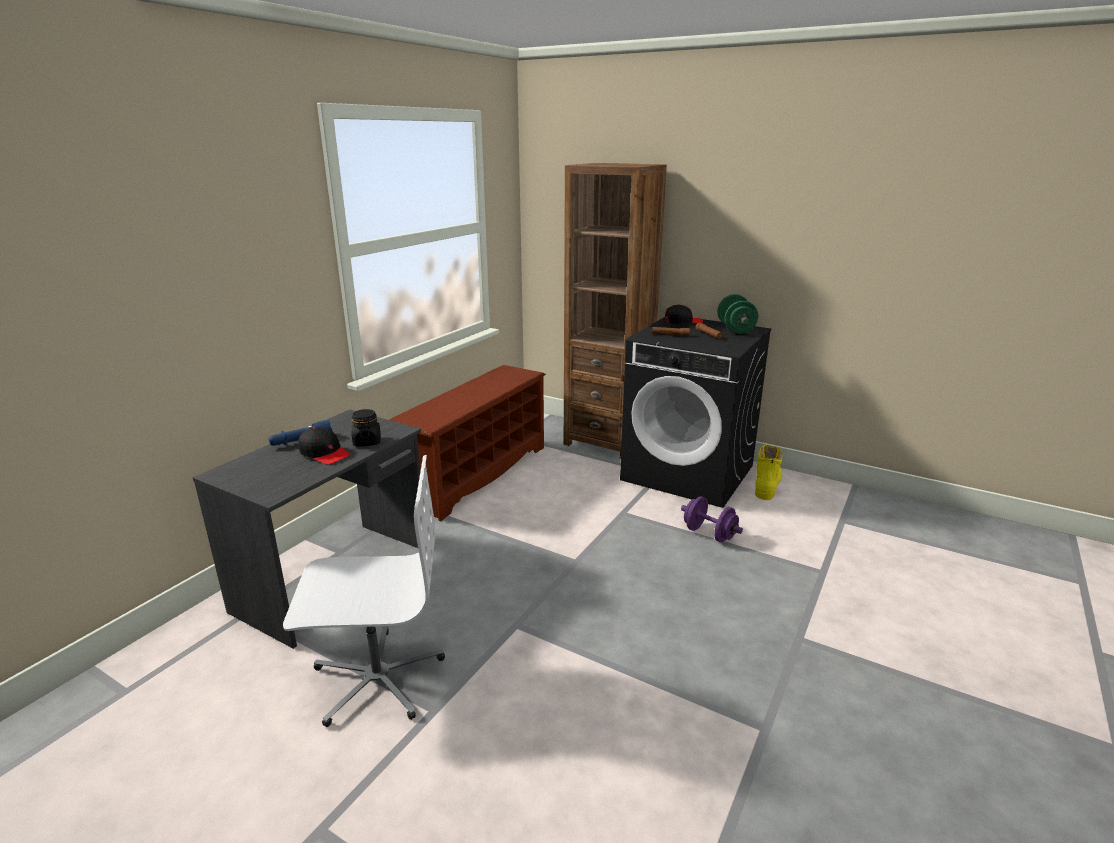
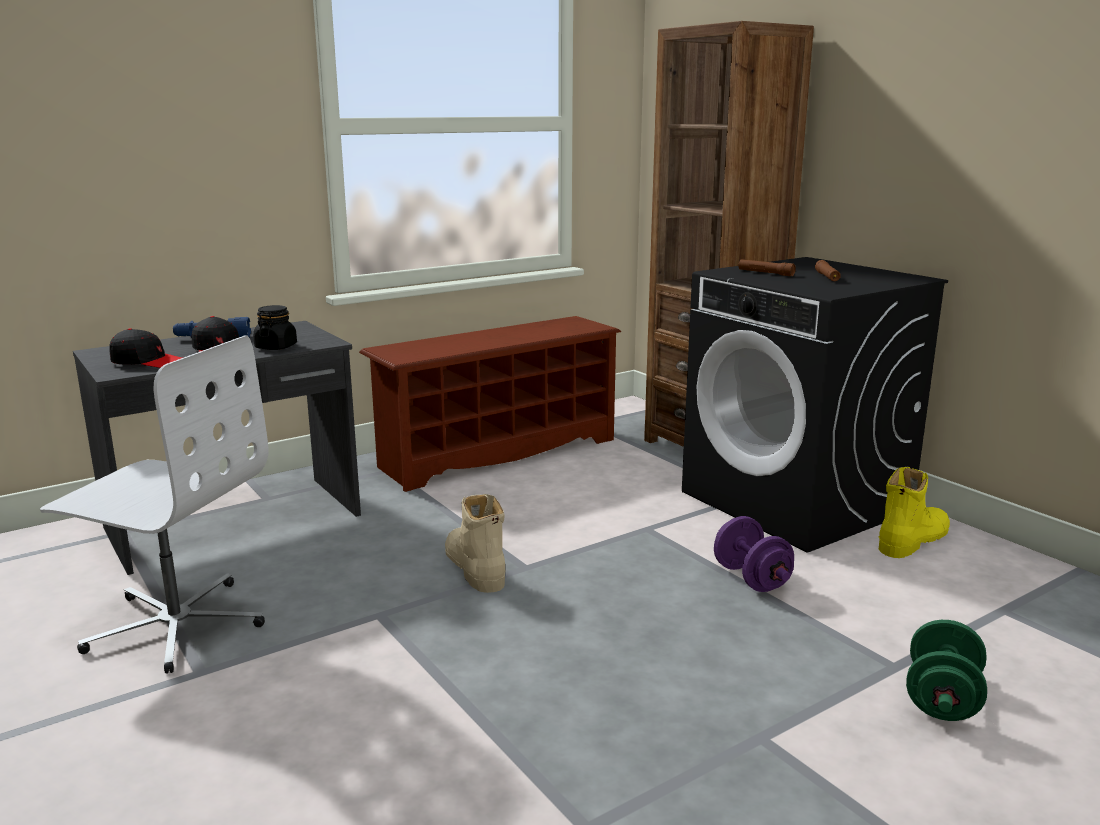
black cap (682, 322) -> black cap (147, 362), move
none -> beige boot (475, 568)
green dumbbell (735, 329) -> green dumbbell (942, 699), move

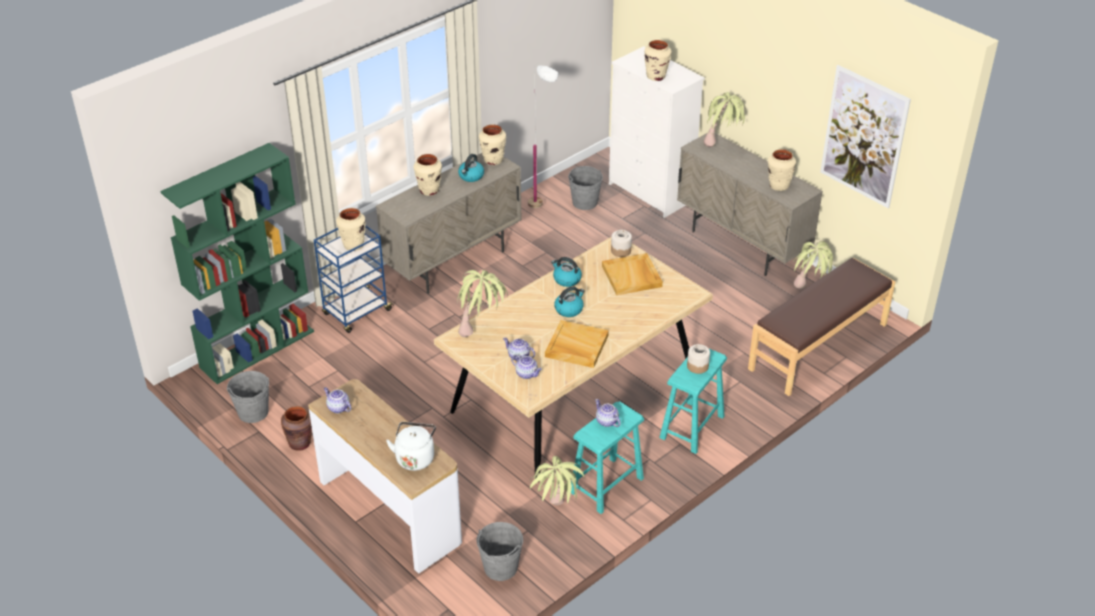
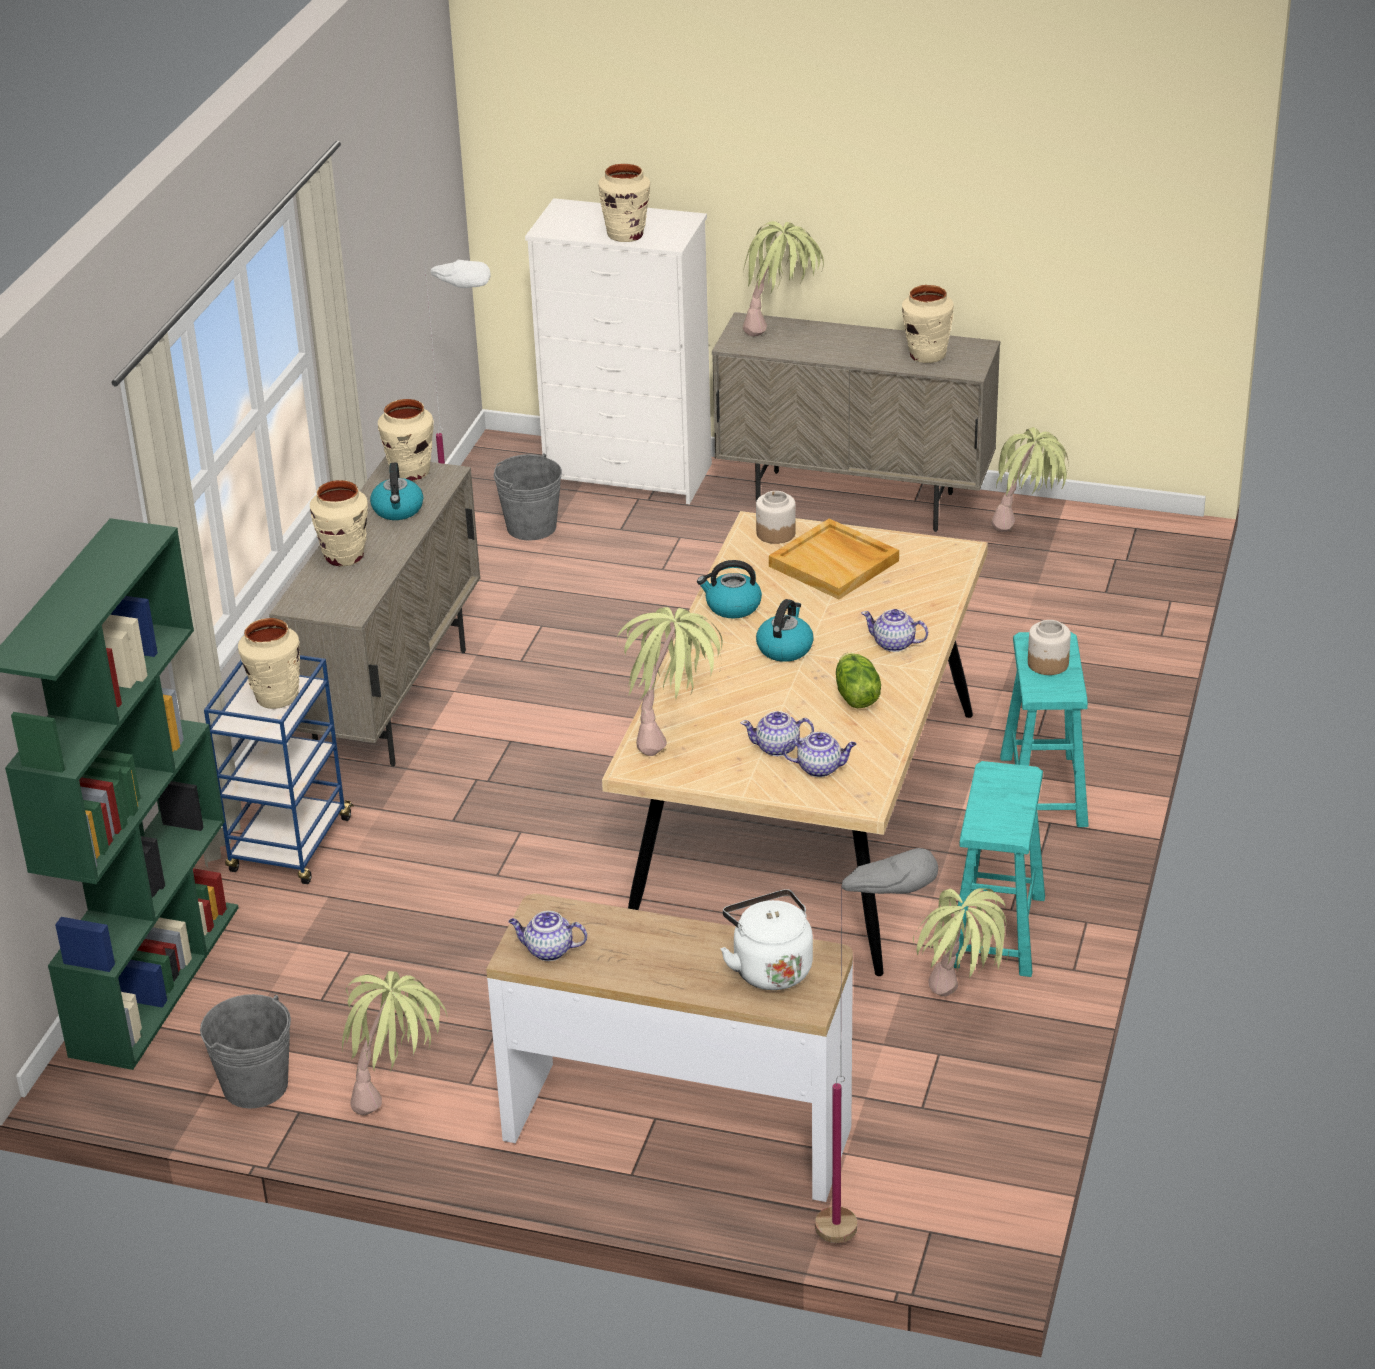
brown vase (300, 443) -> potted plant (399, 1096)
none -> grey floor lamp (871, 1228)
beige tray (576, 346) -> lettuce (855, 697)
teapot (607, 421) -> teapot (894, 644), move
grey bucket (500, 567) -> none
brown bench (819, 347) -> none
picture (864, 137) -> none

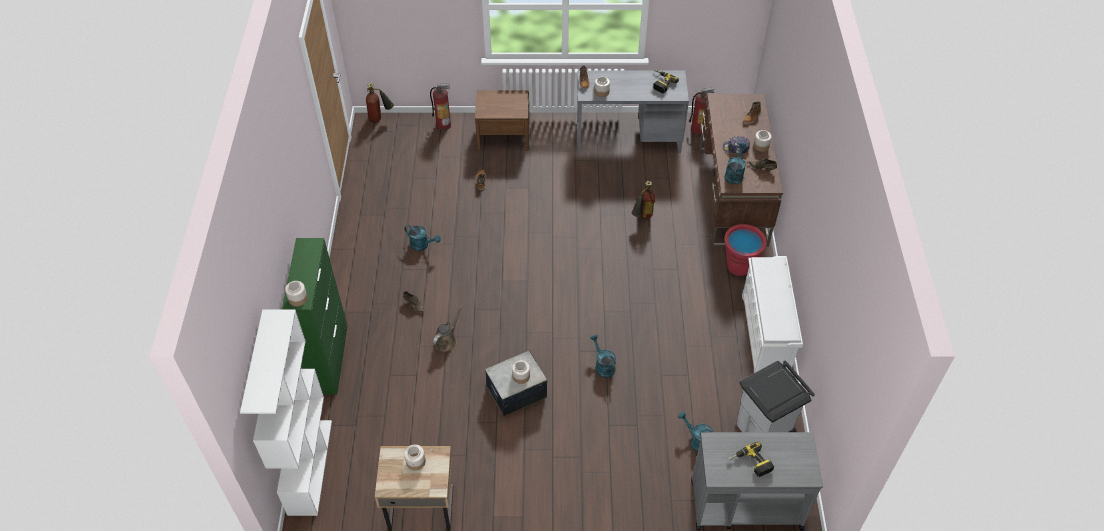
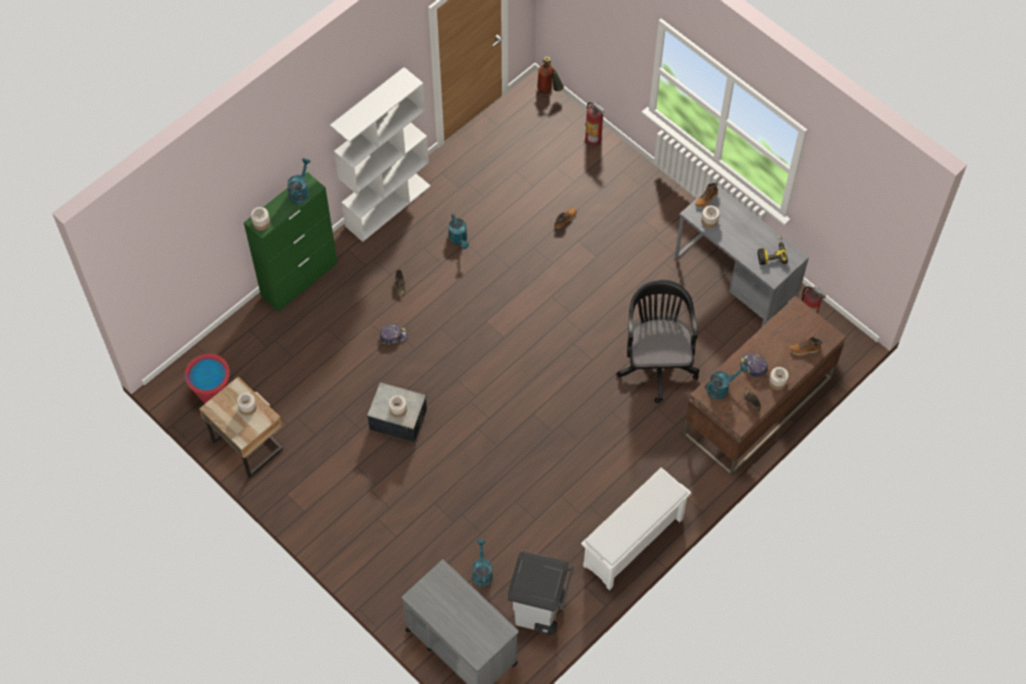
red bucket (739, 266) -> red bucket (213, 394), move
turquoise watering can (603, 366) -> turquoise watering can (300, 191), move
white bookcase (309, 466) -> white bookcase (388, 205), move
brown watering can (447, 340) -> cap (393, 336)
fire extinguisher (642, 218) -> black office chair (656, 362)
brown nightstand (503, 136) -> none
power drill (750, 464) -> none

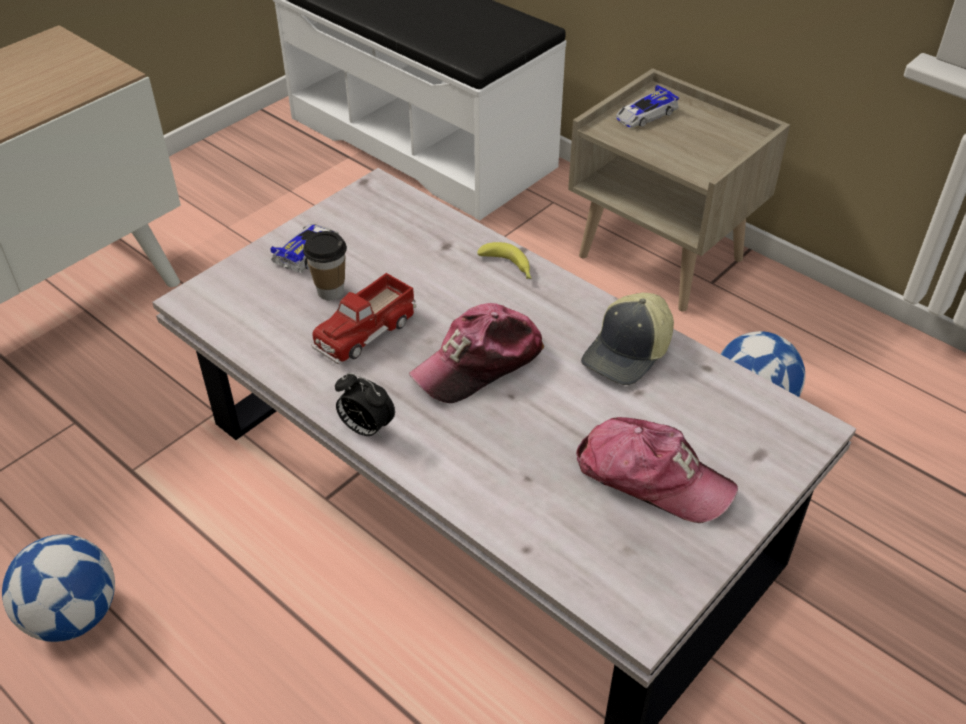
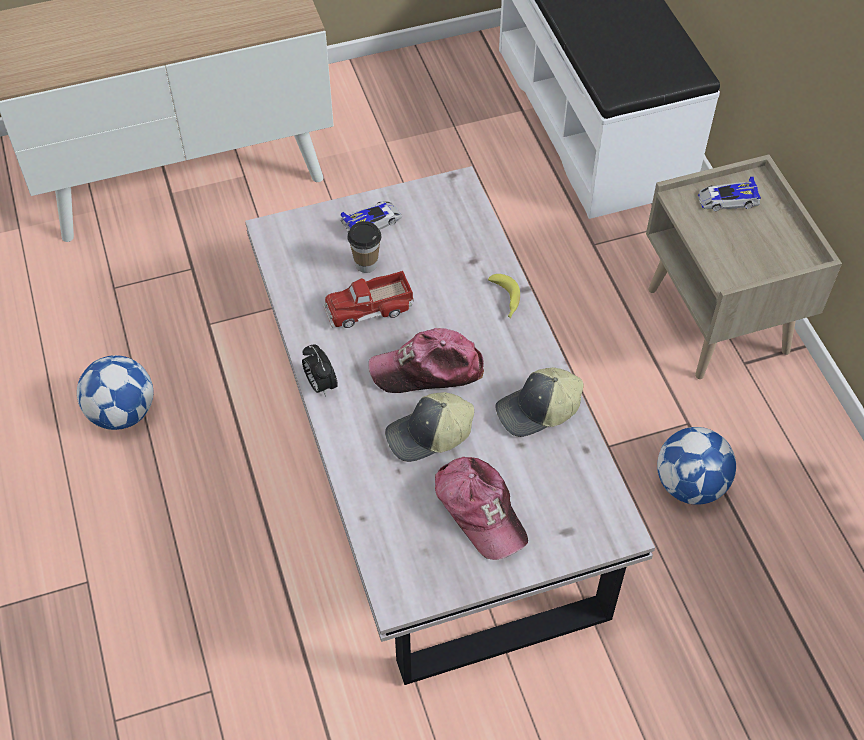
none -> cap (429, 436)

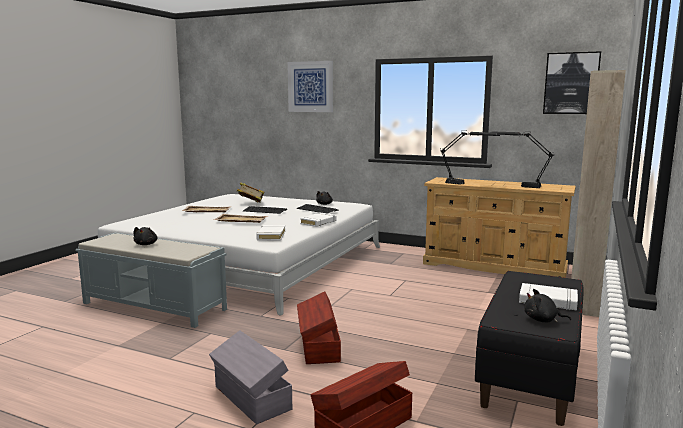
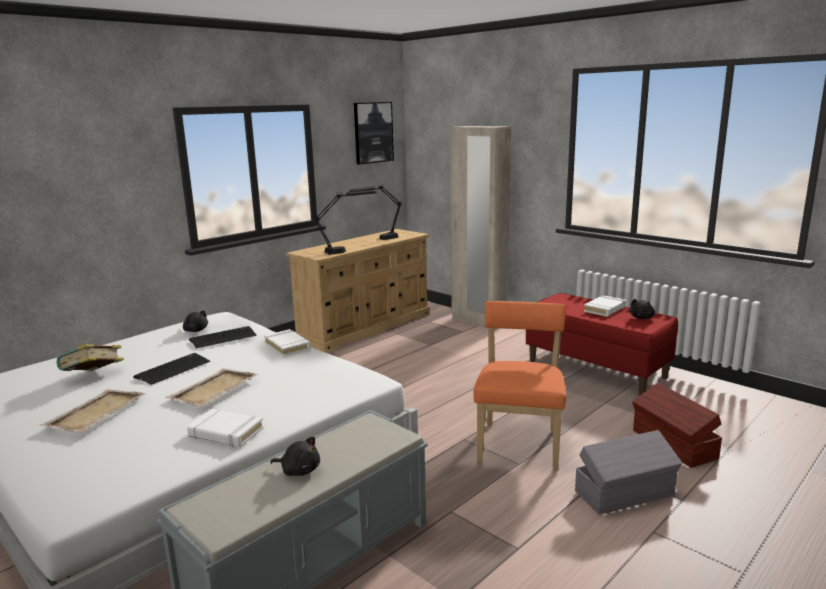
white book (271, 236) -> white book (225, 433), move
brown storage box (318, 347) -> orange chair (519, 443)
black bench (531, 374) -> red bench (596, 369)
picture (310, 86) -> none

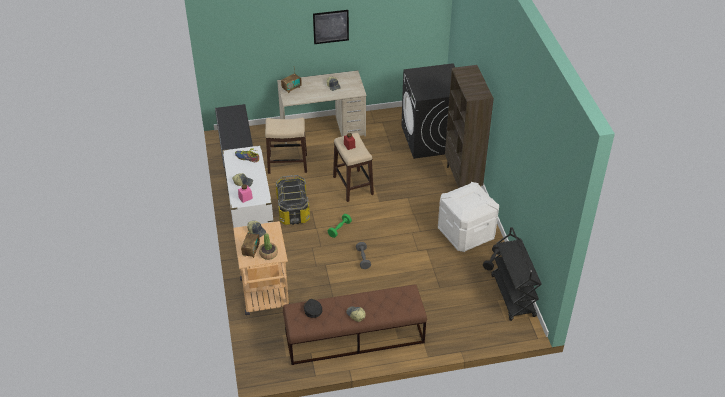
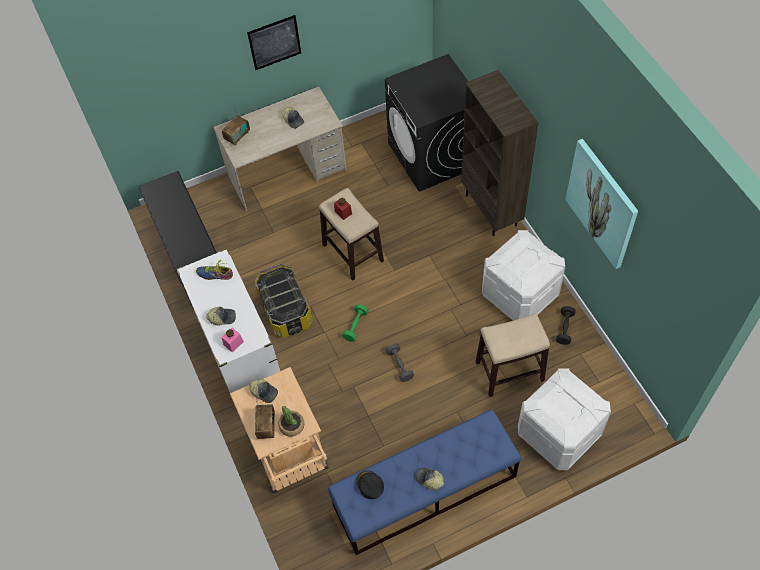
brown bench (354, 338) -> blue bench (424, 491)
stool (288, 164) -> stool (510, 371), move
none -> white storage box (558, 433)
none -> picture (602, 203)
black cart (513, 296) -> none

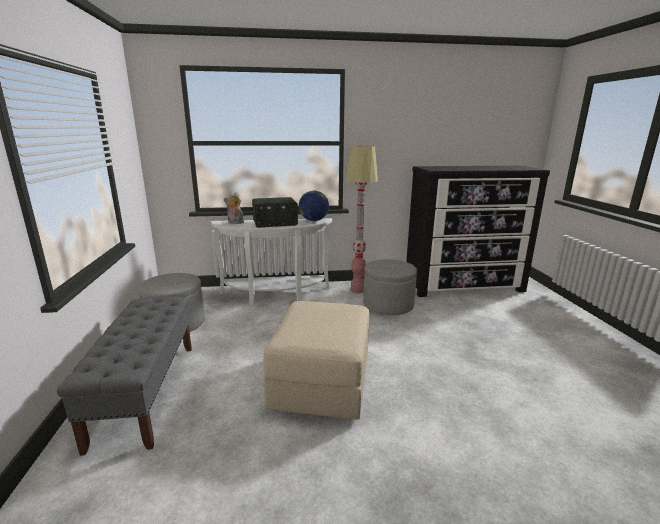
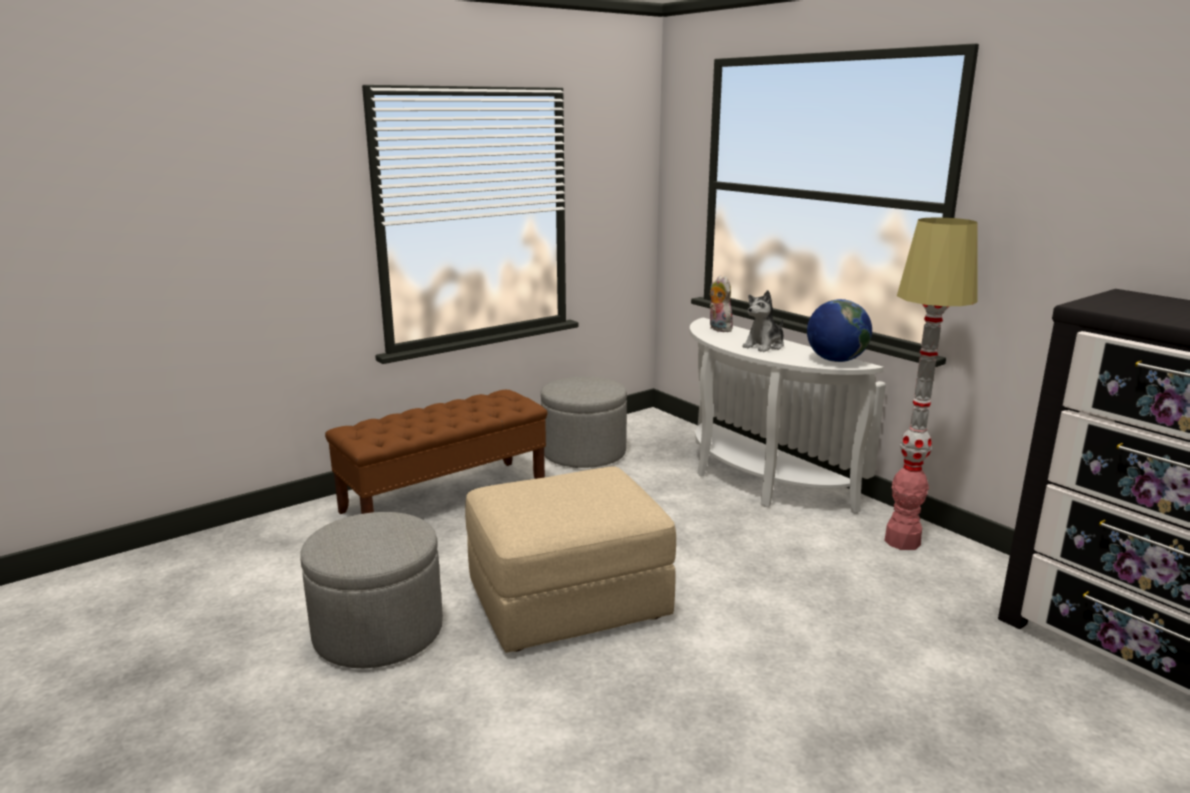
grey ottoman (388, 305) -> grey ottoman (378, 631), move
grey bench (146, 391) -> brown bench (445, 498)
radio (275, 223) -> plush toy (764, 346)

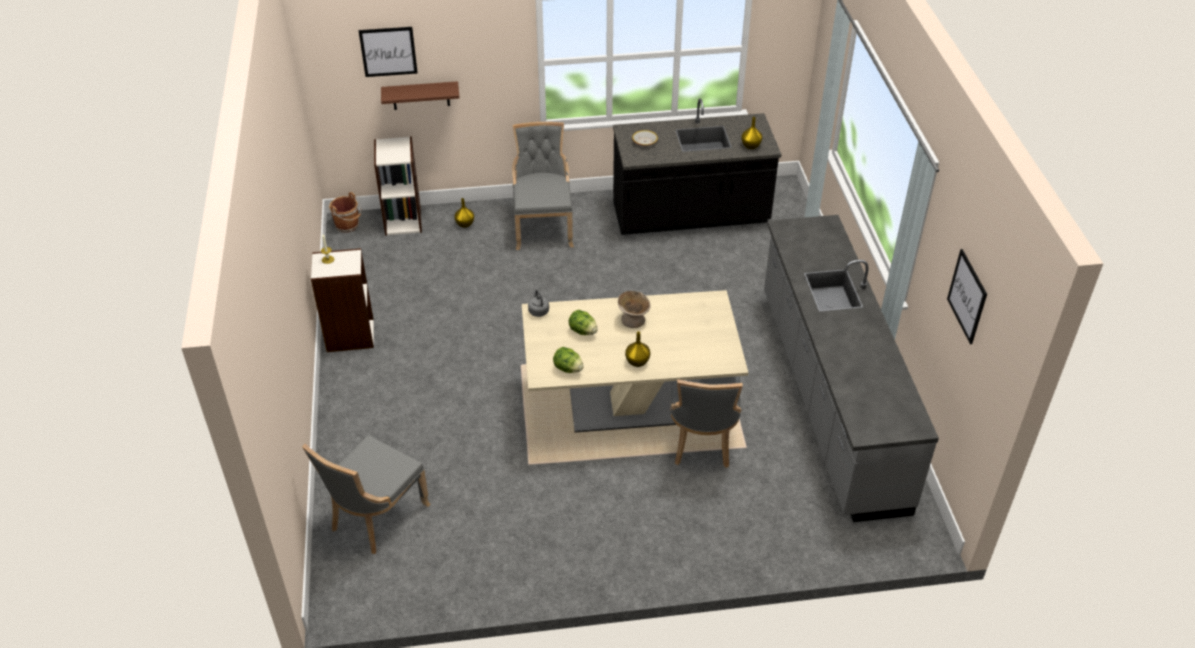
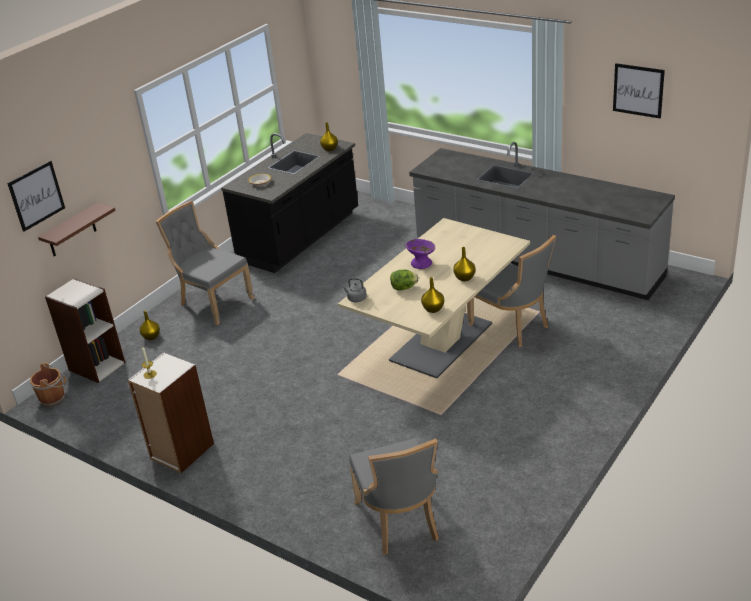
beige bowl (633, 320) -> purple bowl (421, 263)
lettuce (568, 368) -> yellow vase (433, 309)

